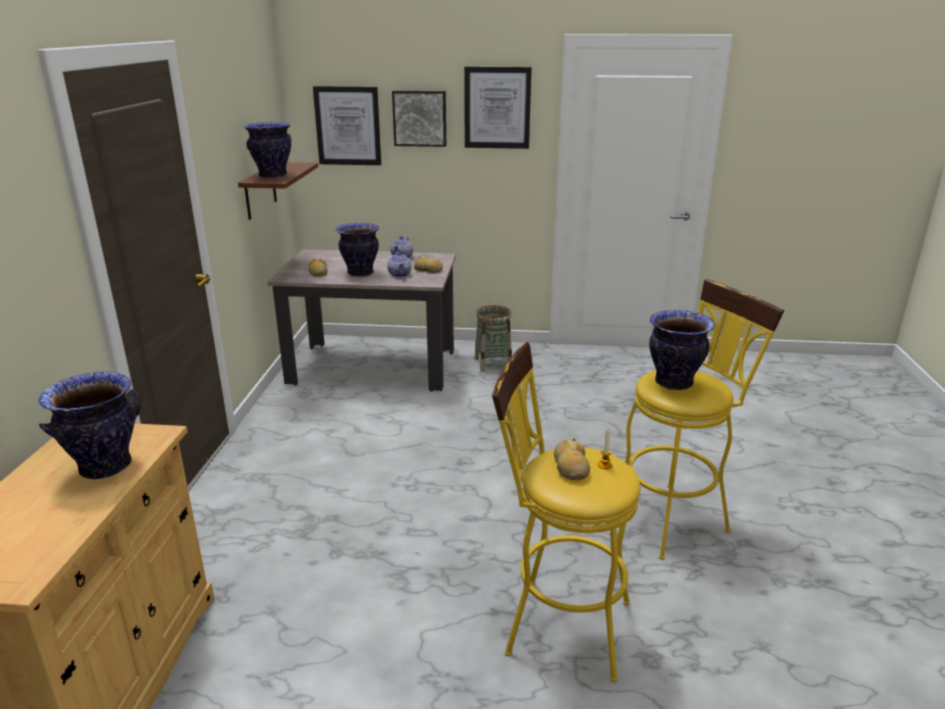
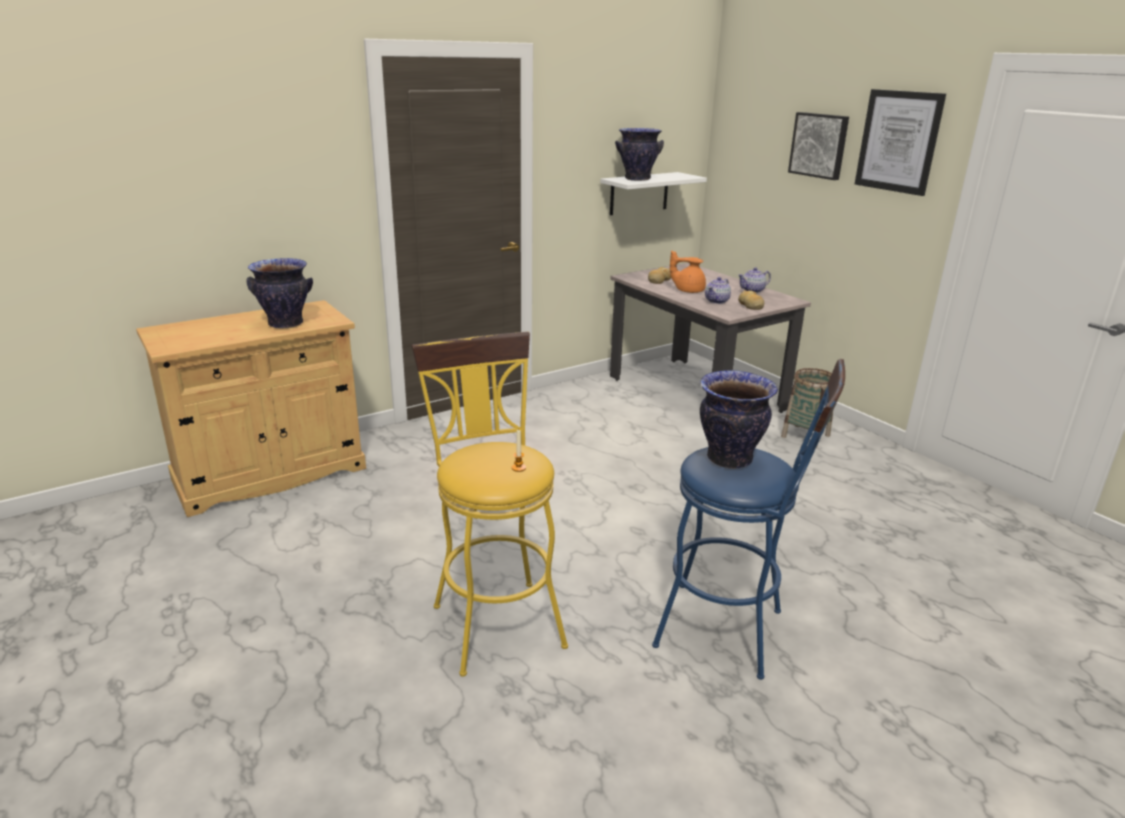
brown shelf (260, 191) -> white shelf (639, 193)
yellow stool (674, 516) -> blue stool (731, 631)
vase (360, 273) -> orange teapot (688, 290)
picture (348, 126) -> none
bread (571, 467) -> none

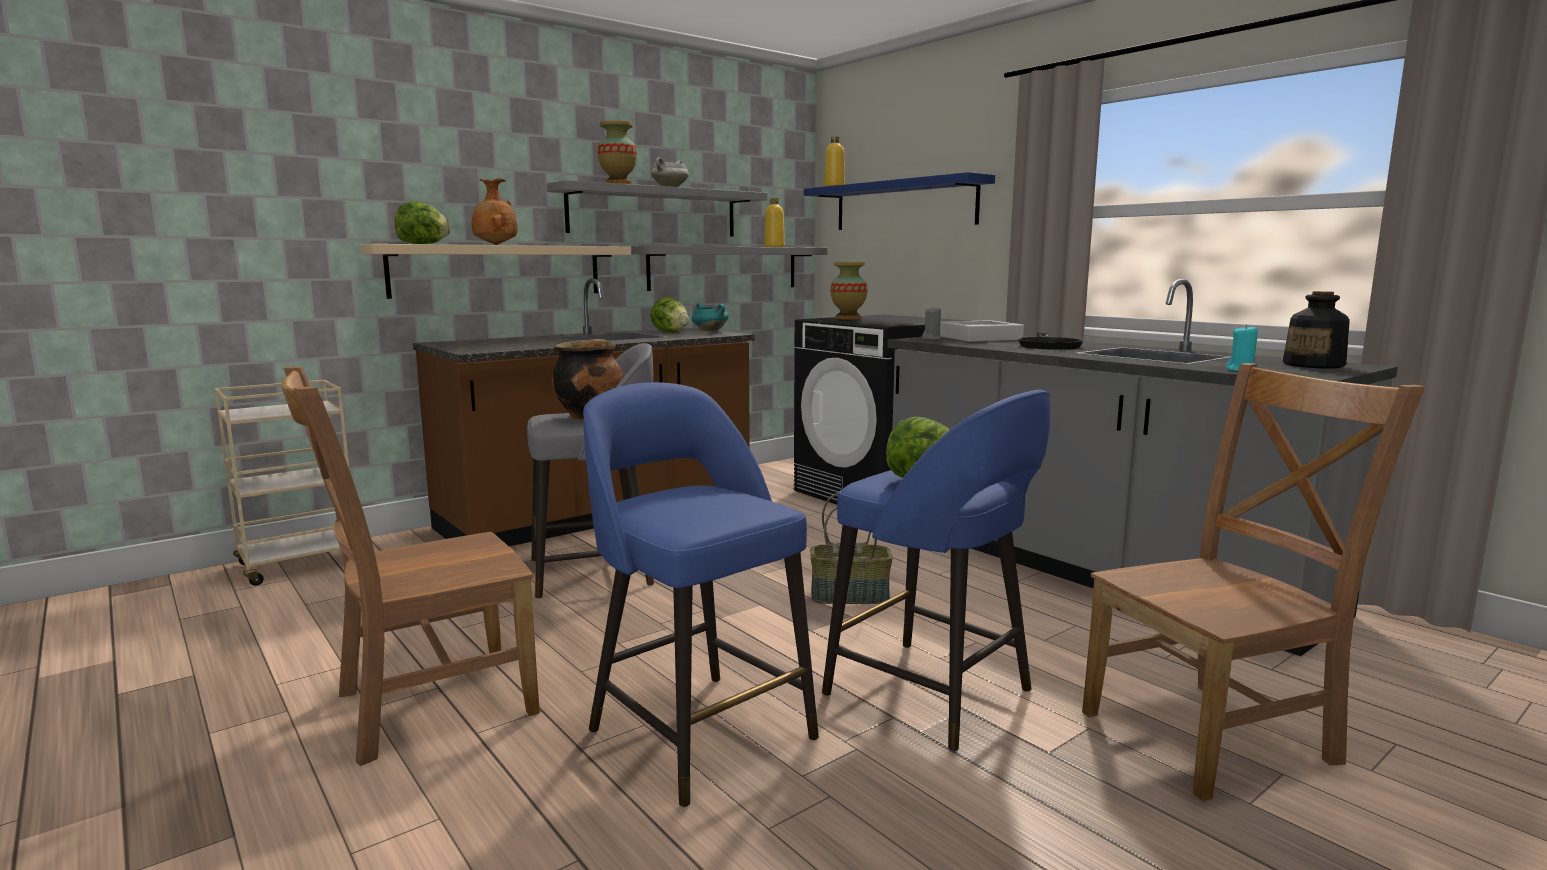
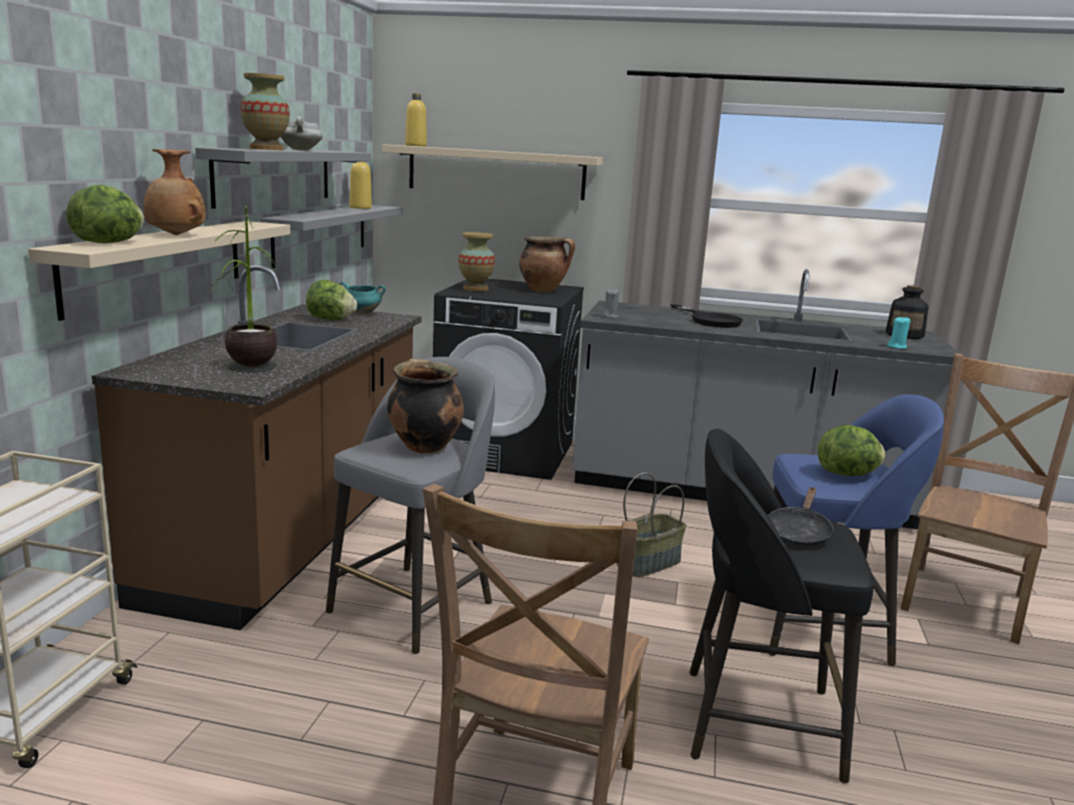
none -> potted plant (250, 373)
blue shelf (903, 205) -> beige shelf (496, 172)
none -> cooking pot (544, 290)
blue stool (698, 731) -> black stool (754, 721)
none -> black frying pan (798, 533)
grey tray (980, 338) -> none

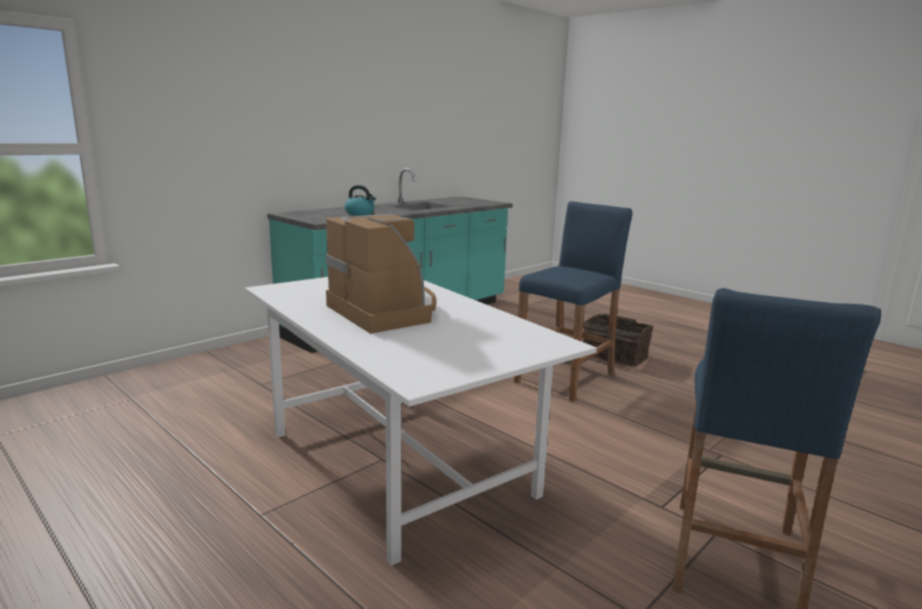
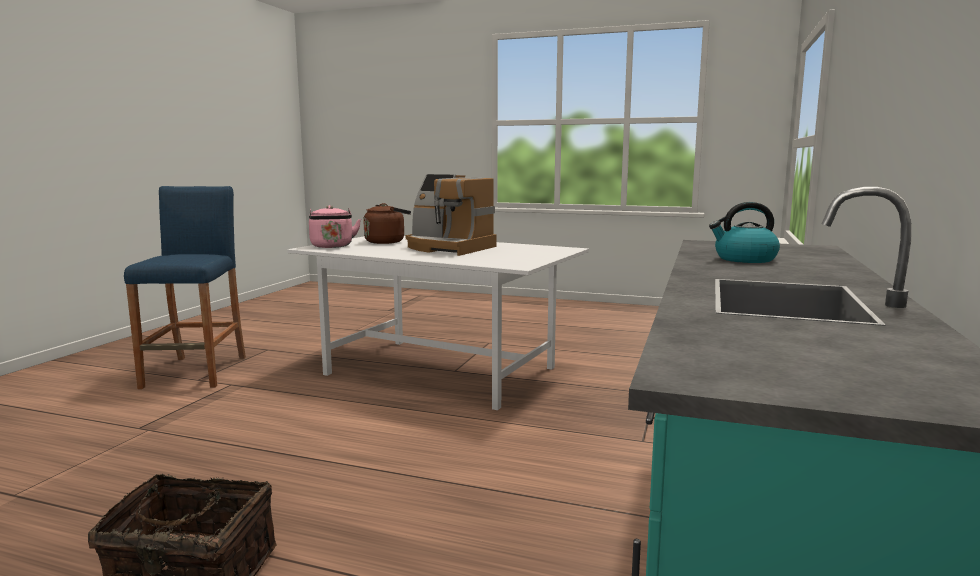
none -> pink kettle (332, 246)
none -> brown kettle (387, 242)
blue stool (565, 378) -> none

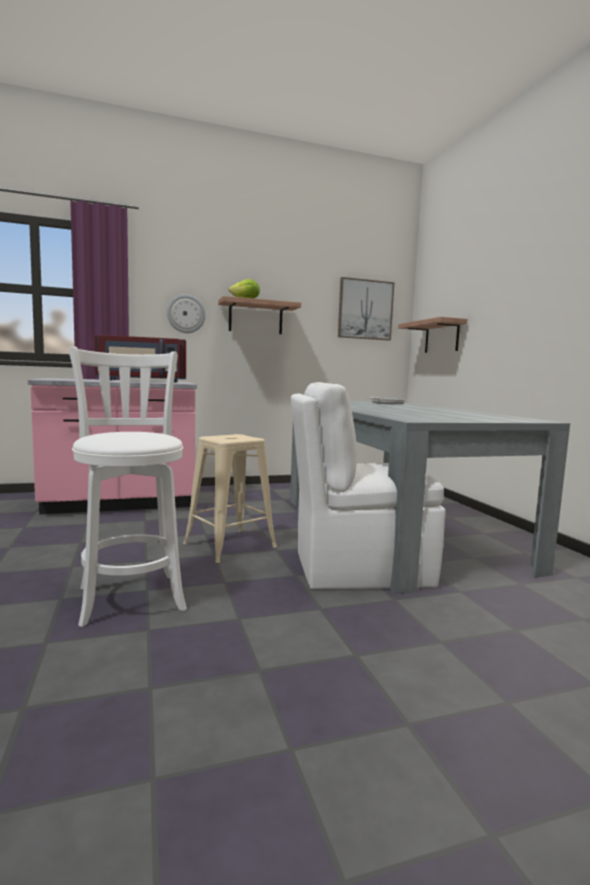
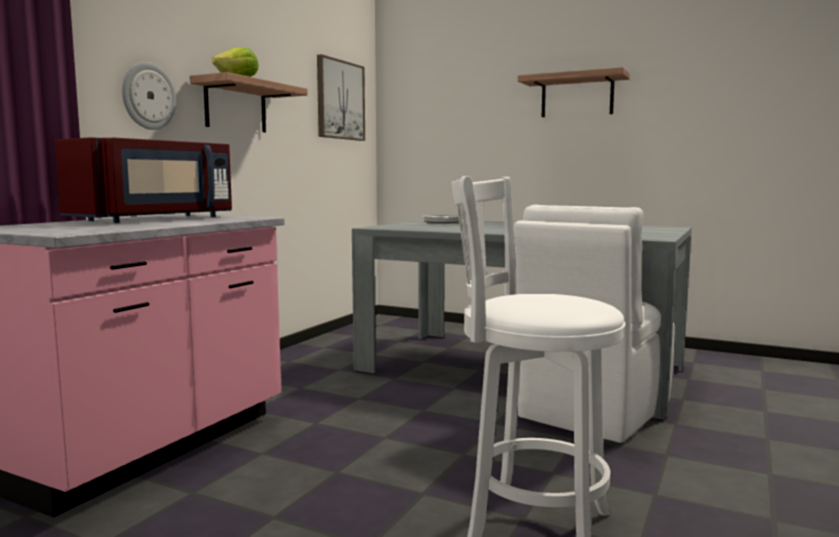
shelf (442, 337) -> shelf (577, 96), move
beige stool (229, 545) -> none

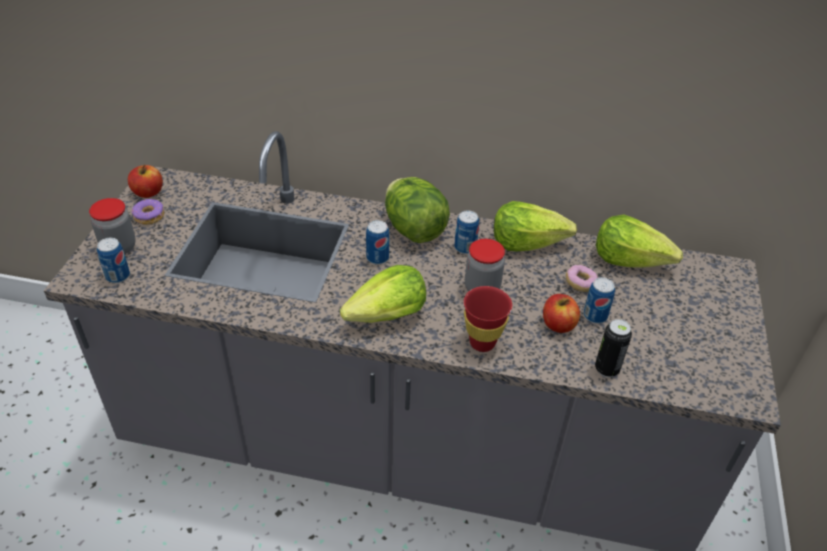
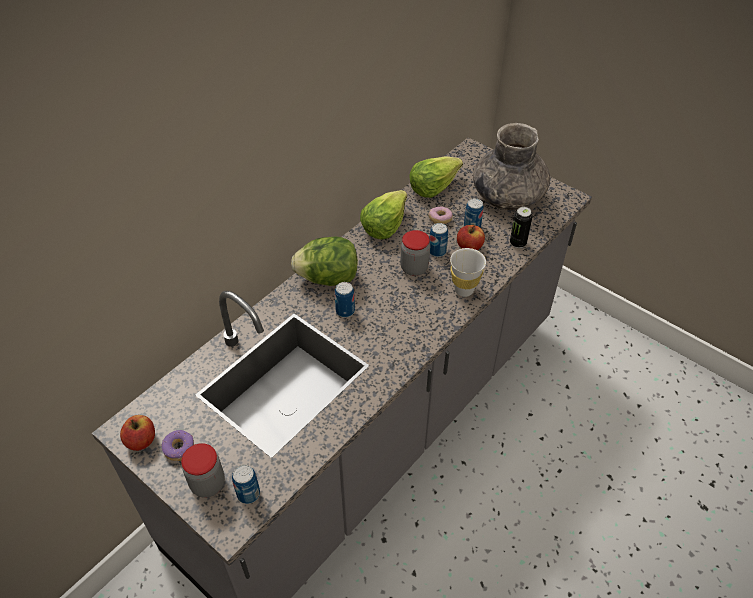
can (465, 247) -> can (437, 251), move
red cup (482, 342) -> white cup (464, 290)
none -> grey vase (508, 196)
lettuce (387, 315) -> none

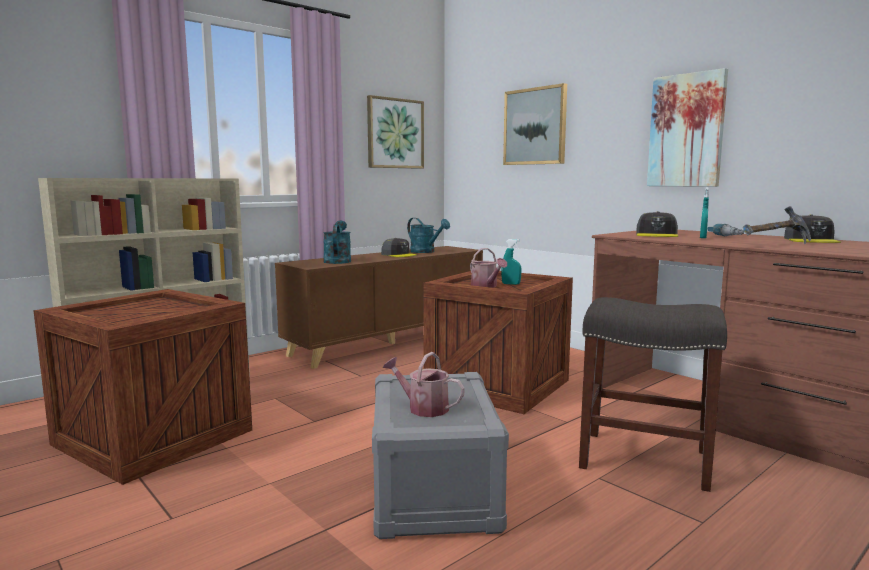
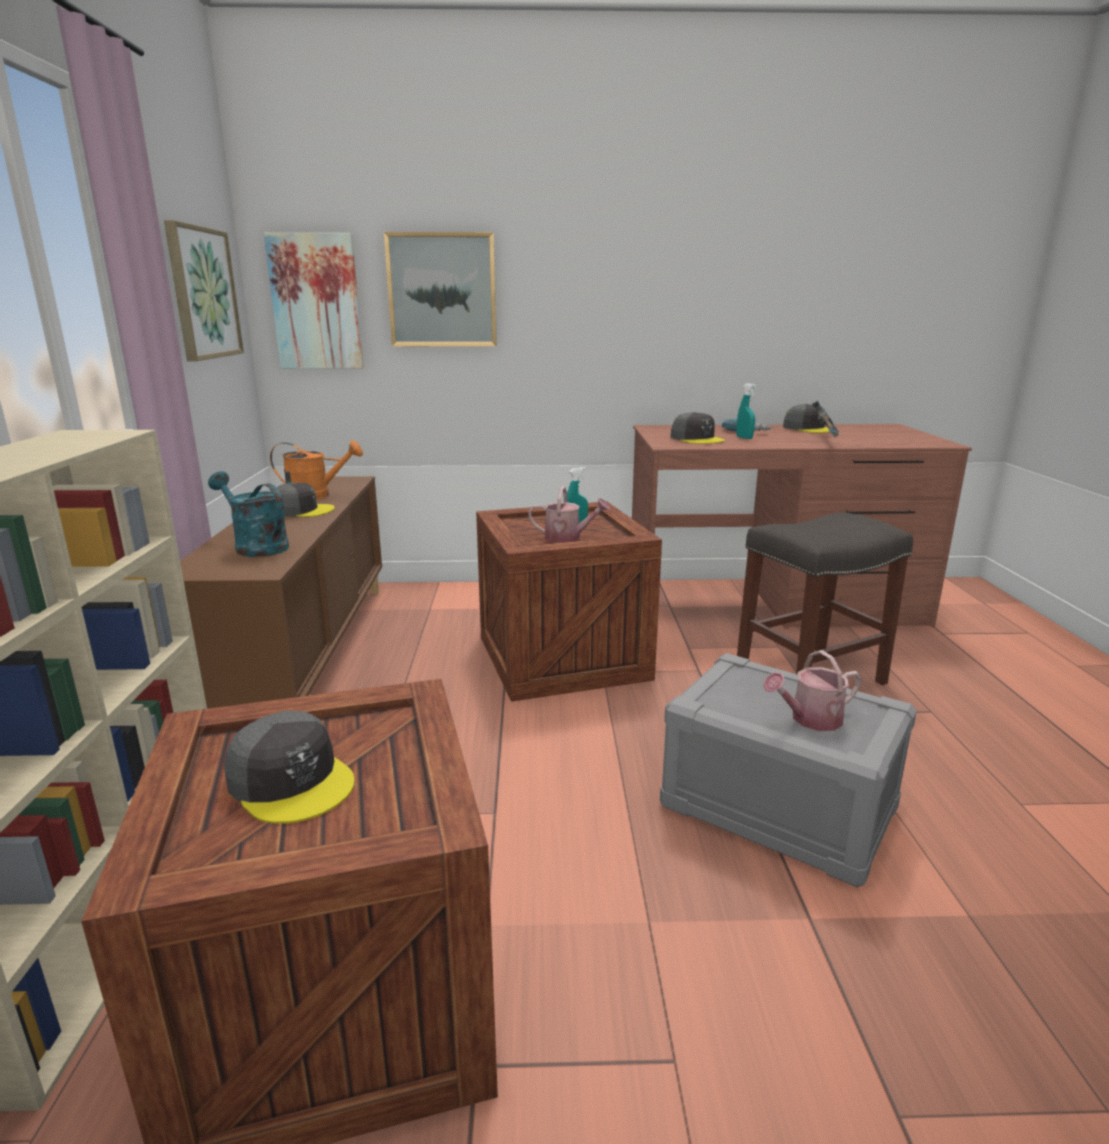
none -> grey cap (291, 781)
picture (686, 131) -> picture (316, 302), move
turquoise watering can (426, 252) -> orange watering can (316, 496)

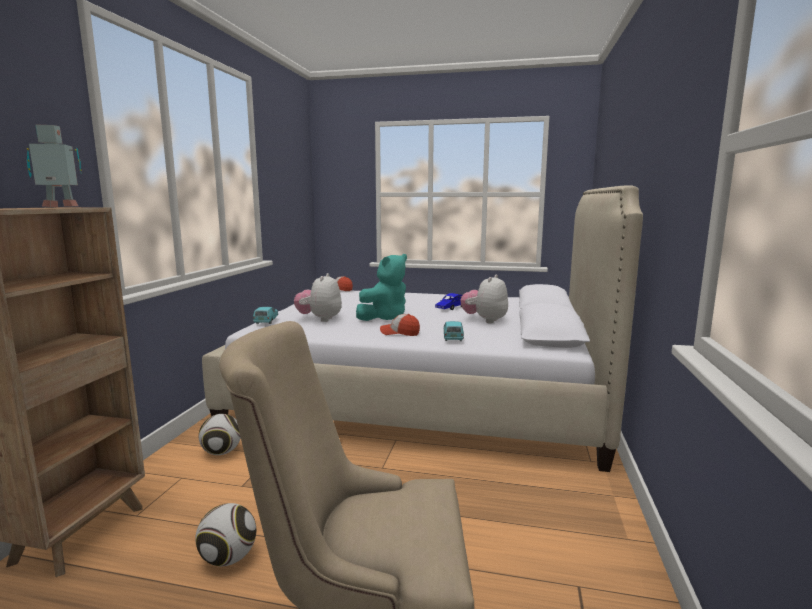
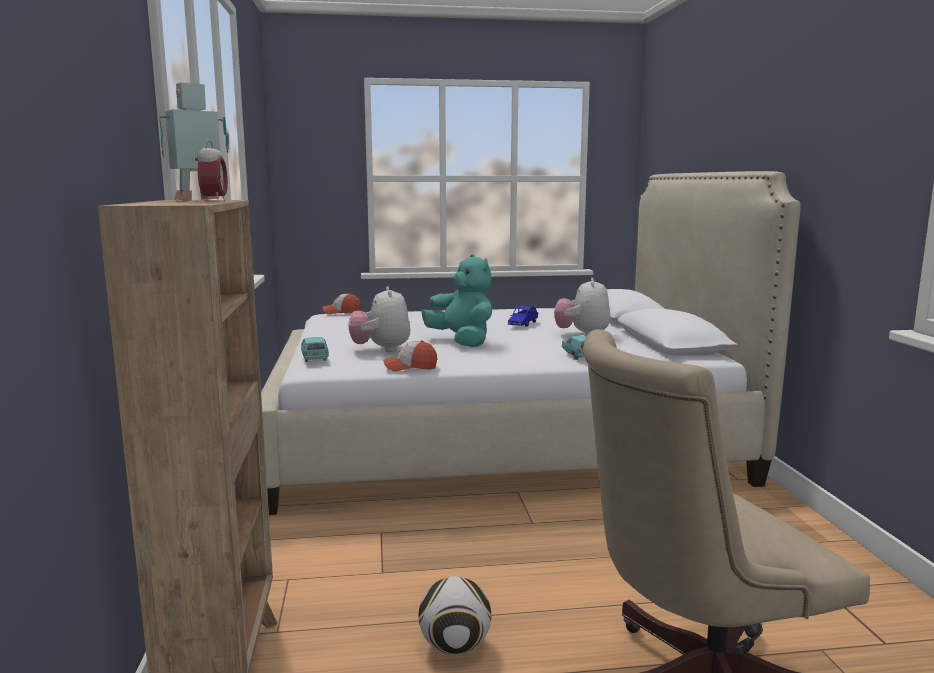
none -> alarm clock (214, 201)
cap (400, 333) -> cap (410, 367), move
turquoise plush toy (385, 318) -> turquoise plush toy (462, 341), 60 degrees counterclockwise
football (221, 452) -> none

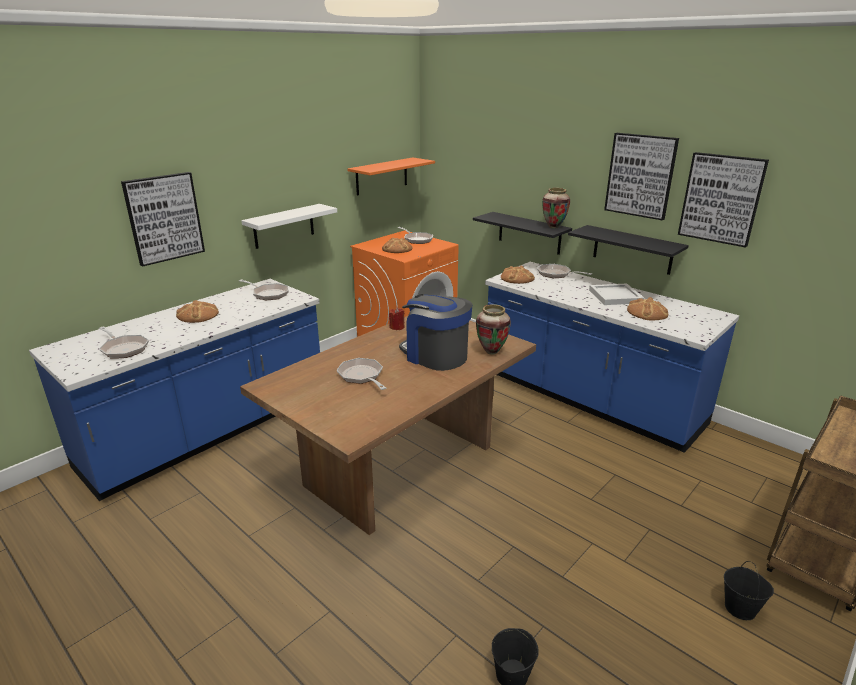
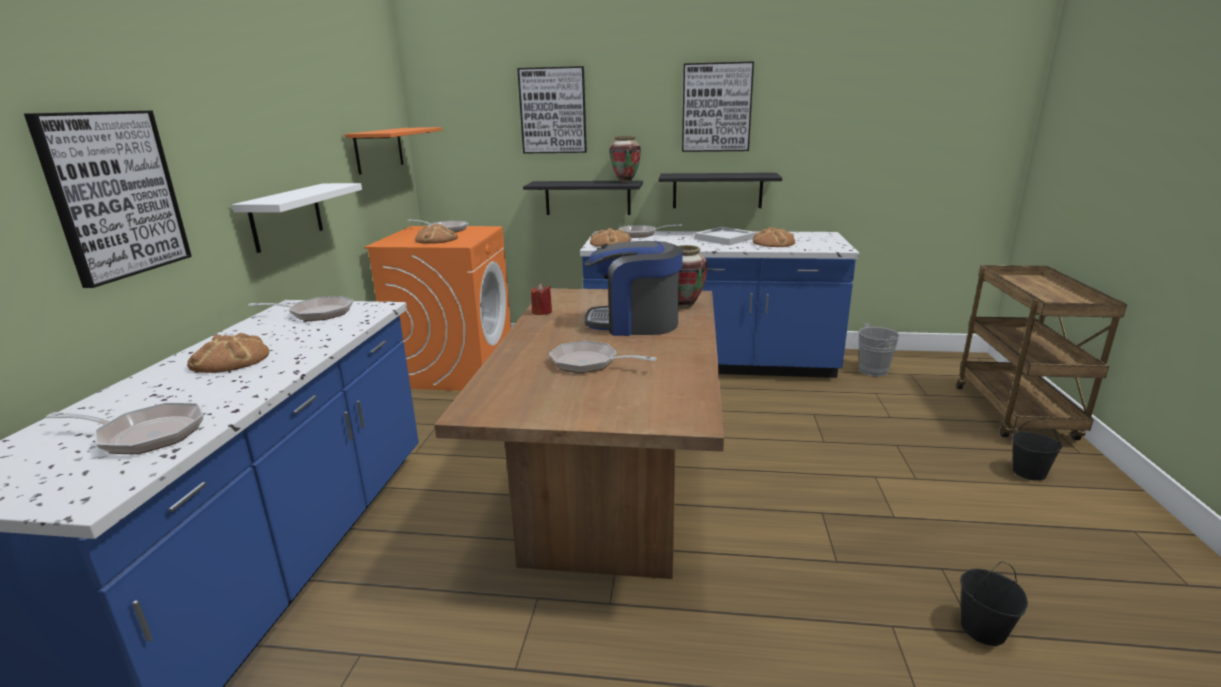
picture (721, 199) -> picture (553, 111), move
none -> grey bucket (870, 371)

